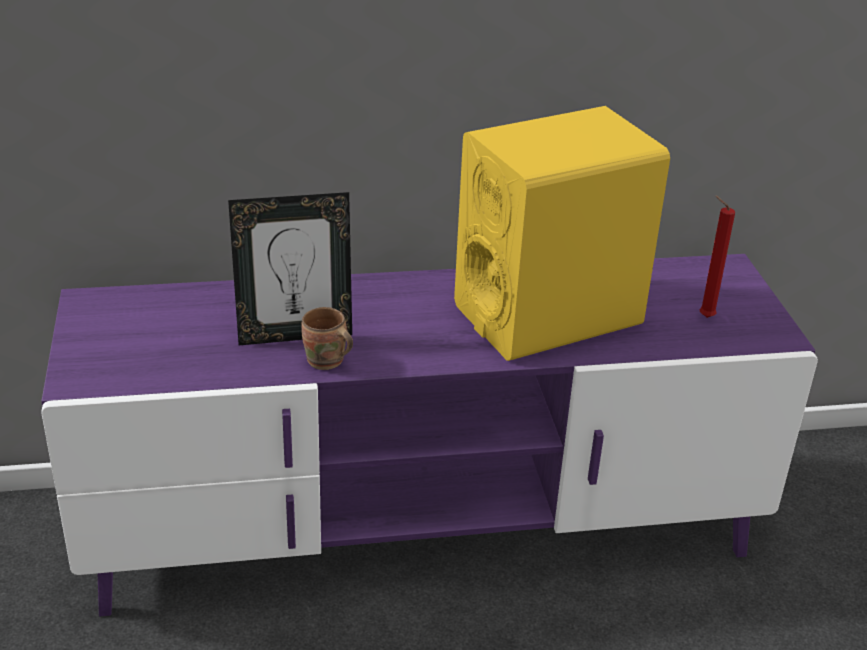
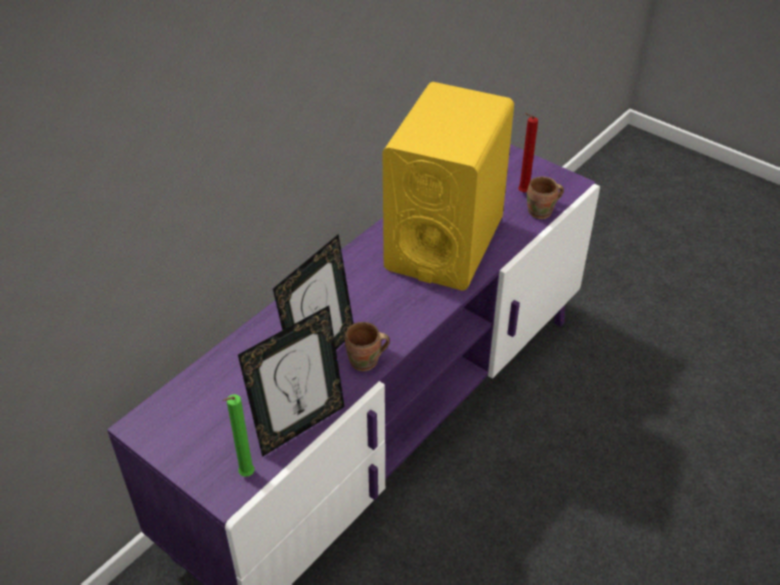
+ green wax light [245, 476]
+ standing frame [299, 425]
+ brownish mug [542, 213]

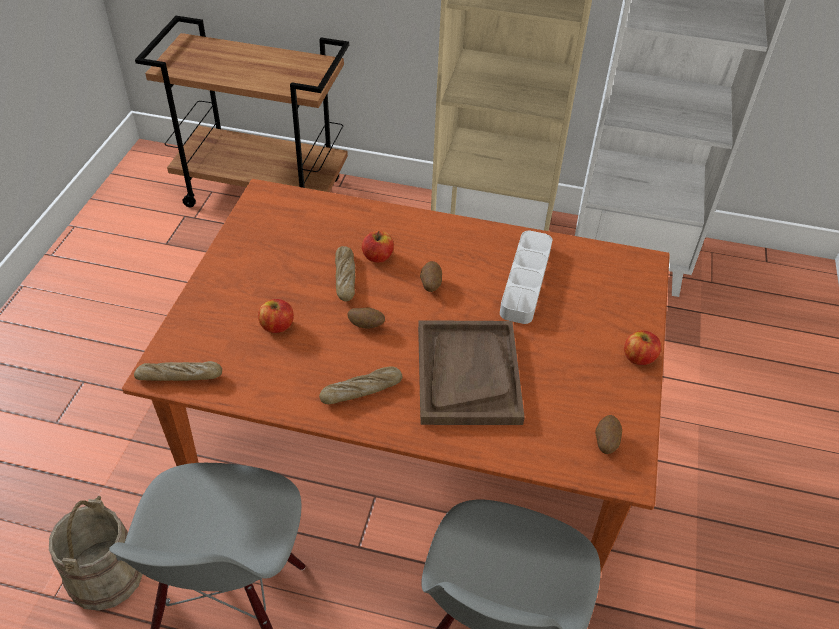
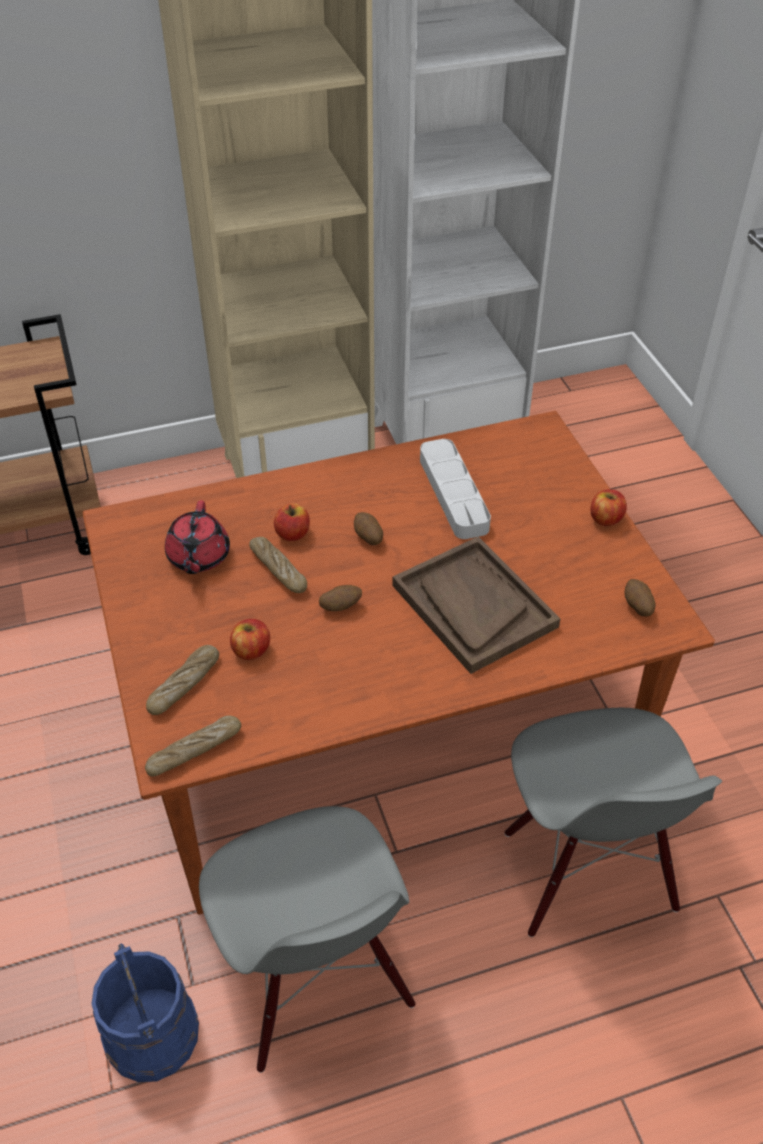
+ reddish pot for tea [198, 557]
~ bread [361, 390] to [184, 684]
~ sand-coloured pail [104, 574] to blue-coloured pail [151, 1034]

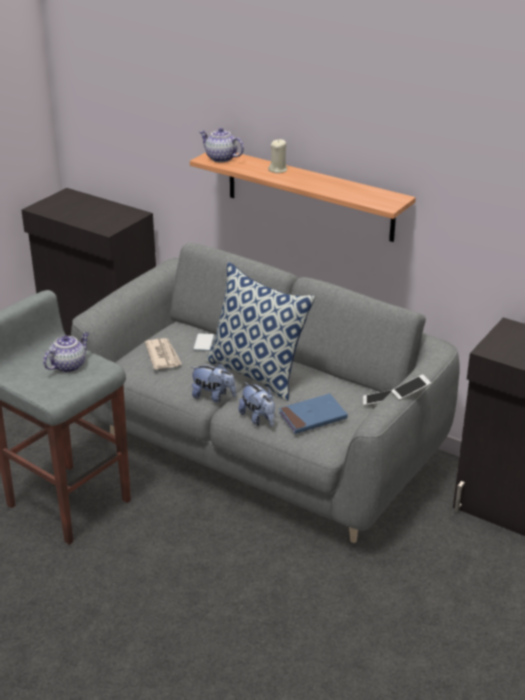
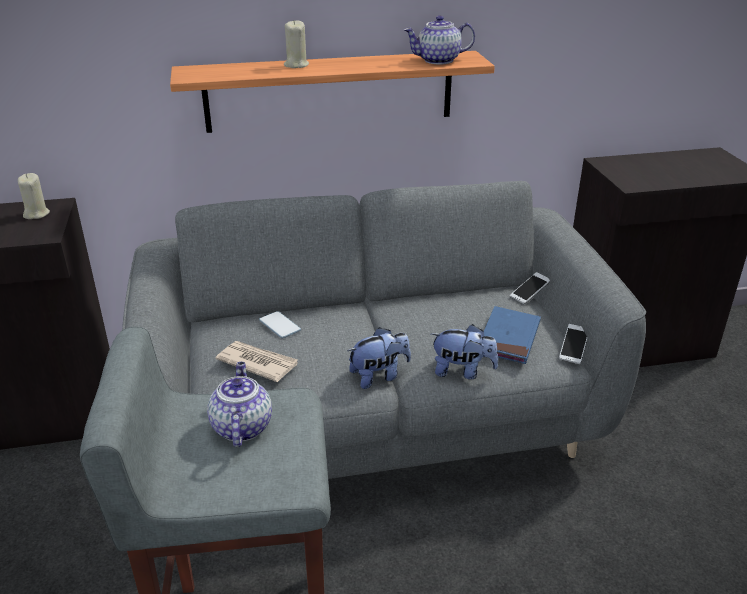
- throw pillow [257, 374]
+ sand-coloured wax light [36, 214]
~ pot for tea [221, 158] to [438, 60]
~ telephone [410, 392] to [573, 349]

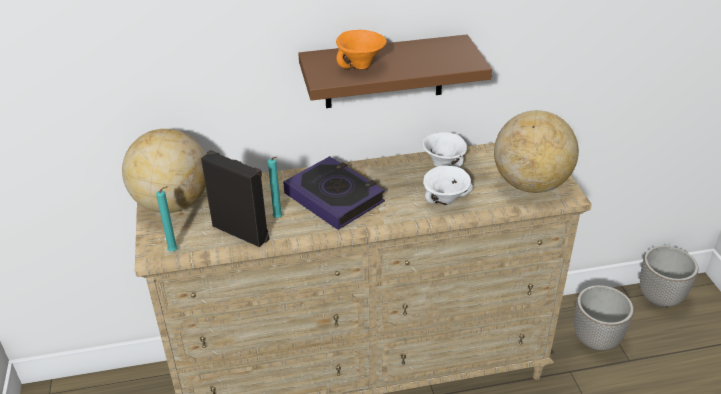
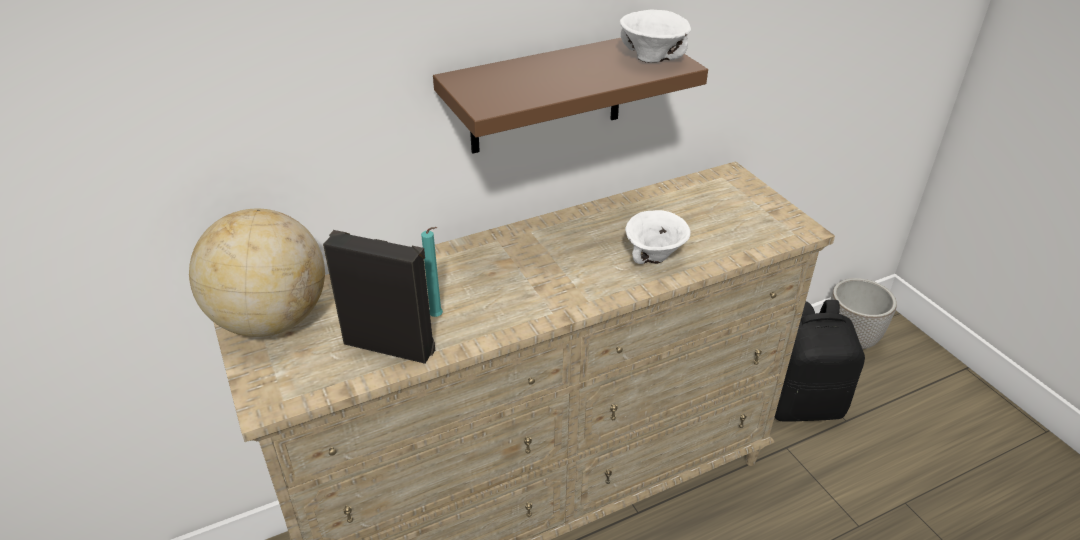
- blue-green wax light [174, 251]
- volume [334, 197]
- orange-coloured bowl [361, 66]
- globe [530, 184]
~ white-coloured bowl [442, 164] to [650, 59]
~ plant pot [596, 340] to black-coloured knapsack [801, 403]

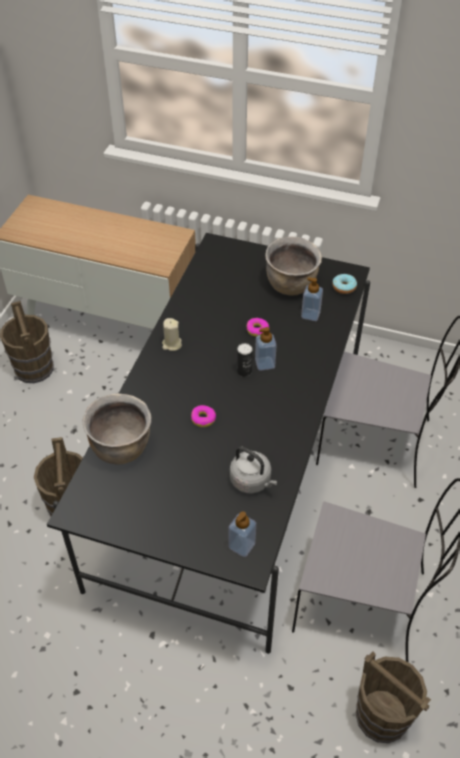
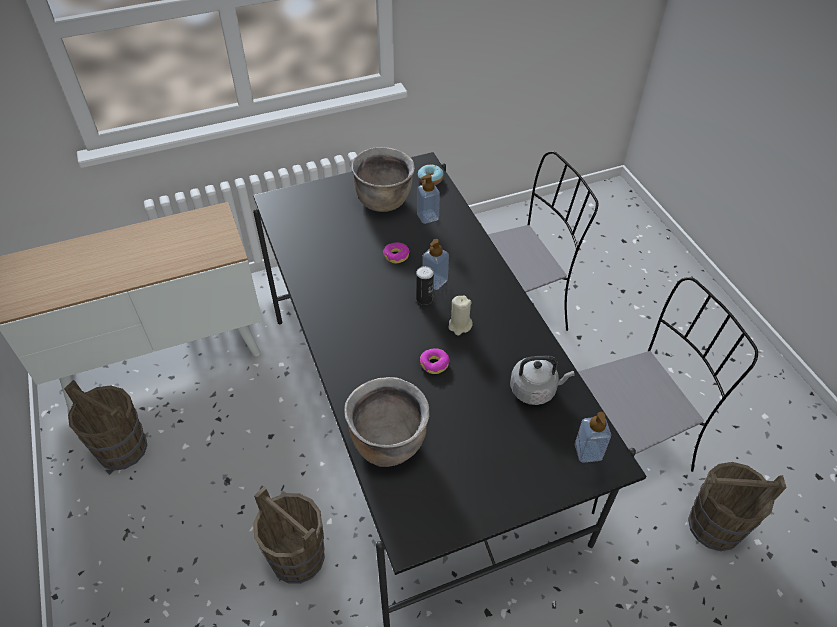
~ sand-coloured wax light [172, 344] to [459, 325]

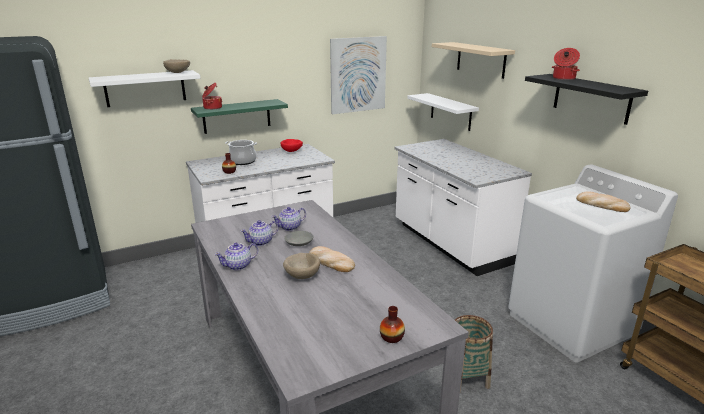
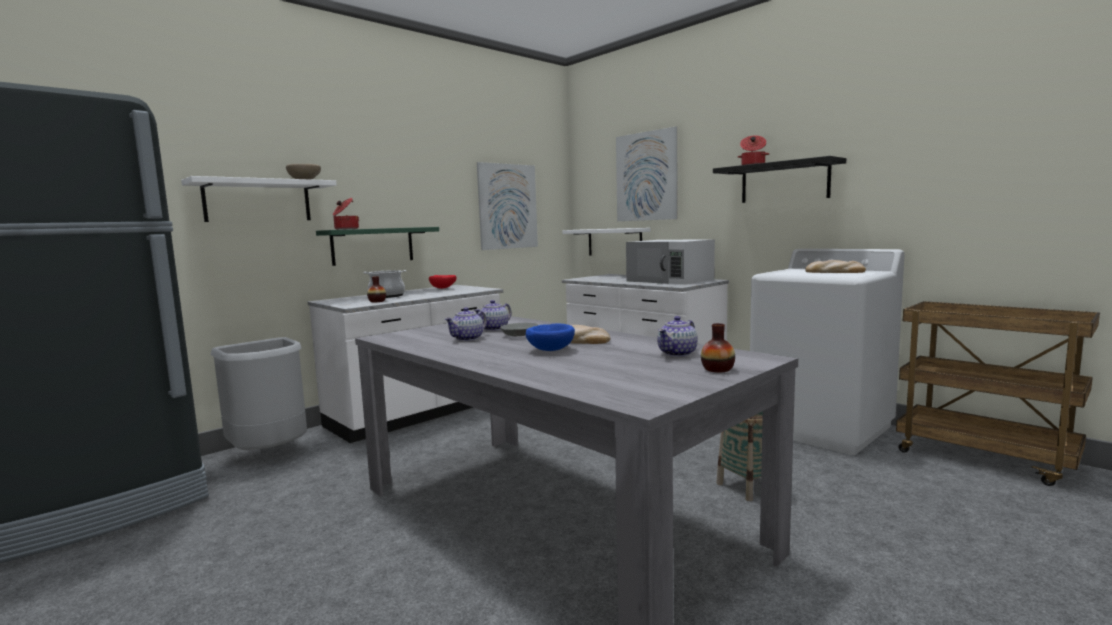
+ grey waste bin [270, 454]
+ white-coloured microwave [670, 280]
~ pot for tea [238, 266] to [678, 353]
~ sand-coloured shelf [481, 59] to wall picture [646, 176]
~ sand-coloured bowl [302, 275] to blue-coloured bowl [550, 350]

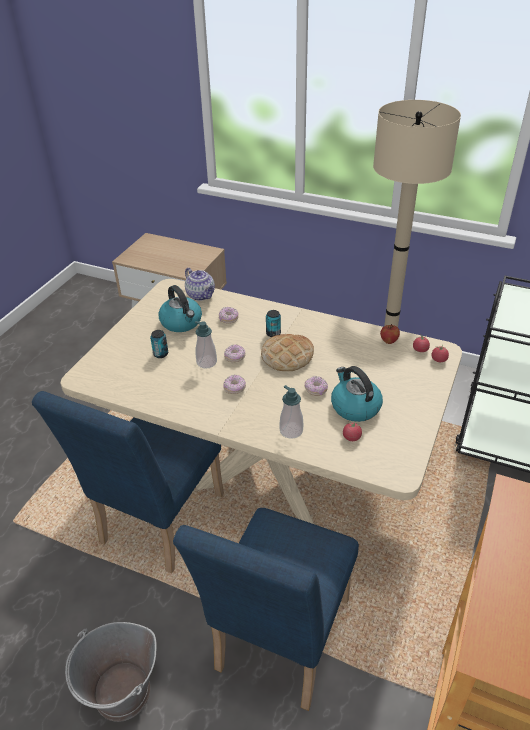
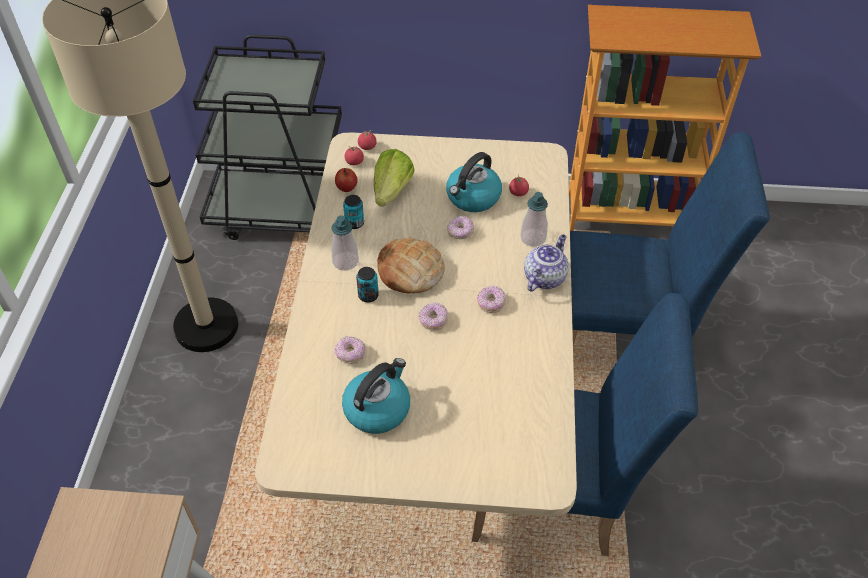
- grey pail [123, 693]
+ lettuce [392, 191]
~ metal can [160, 354] to [354, 223]
~ pot for tea [201, 295] to [544, 277]
~ soap dispenser [206, 362] to [345, 262]

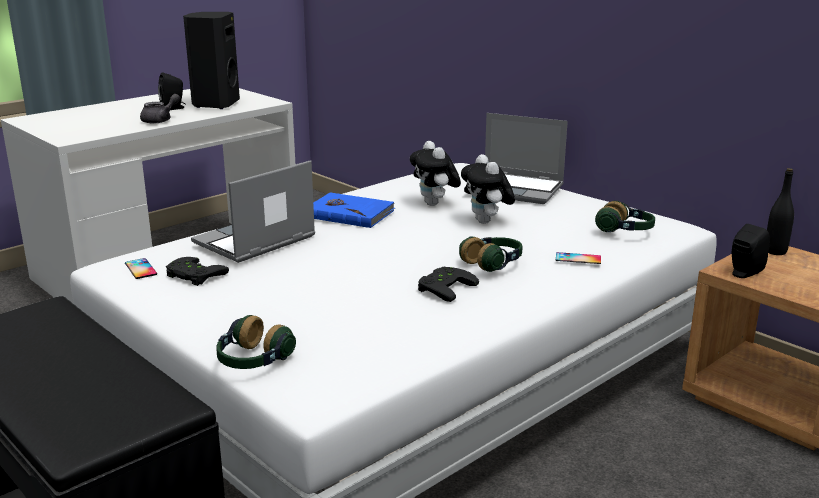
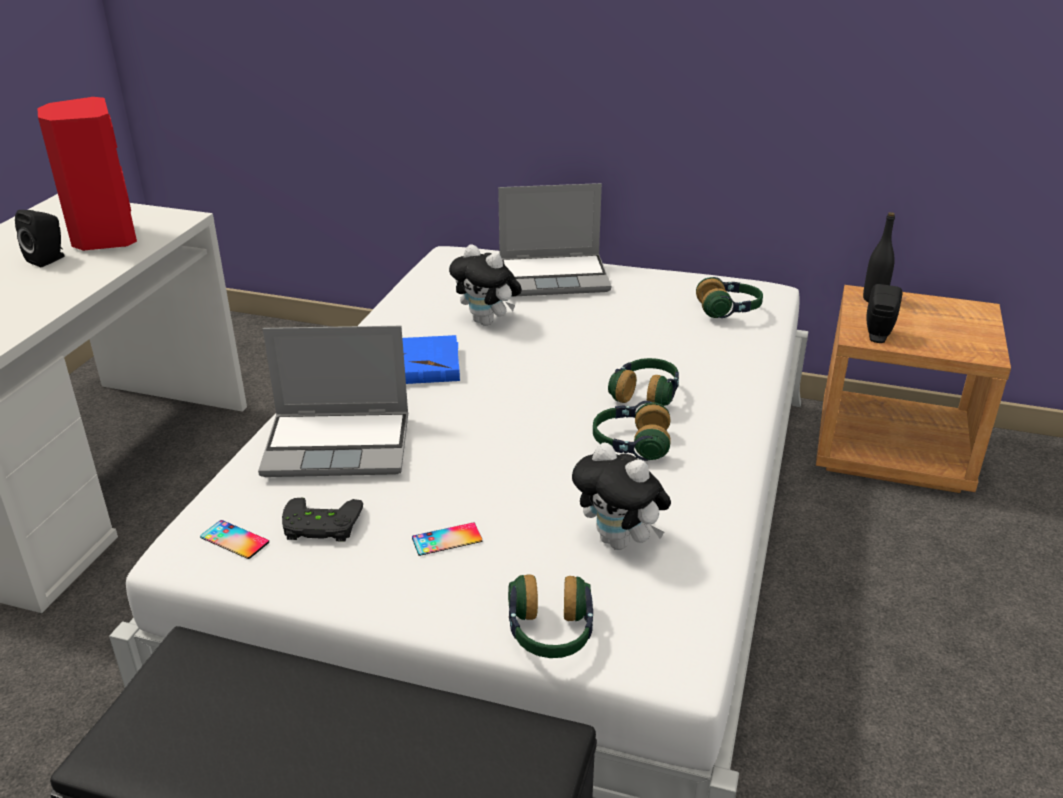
- grey pot for tea [160, 120]
~ plush toy [487, 222] to [620, 542]
~ telephone [578, 258] to [447, 539]
~ black-coloured game controller [443, 287] to headphones [630, 445]
~ black-coloured loudspeaker [215, 104] to reddish loudspeaker [103, 239]
~ notebook computer [254, 241] = [340, 445] 105 degrees counterclockwise

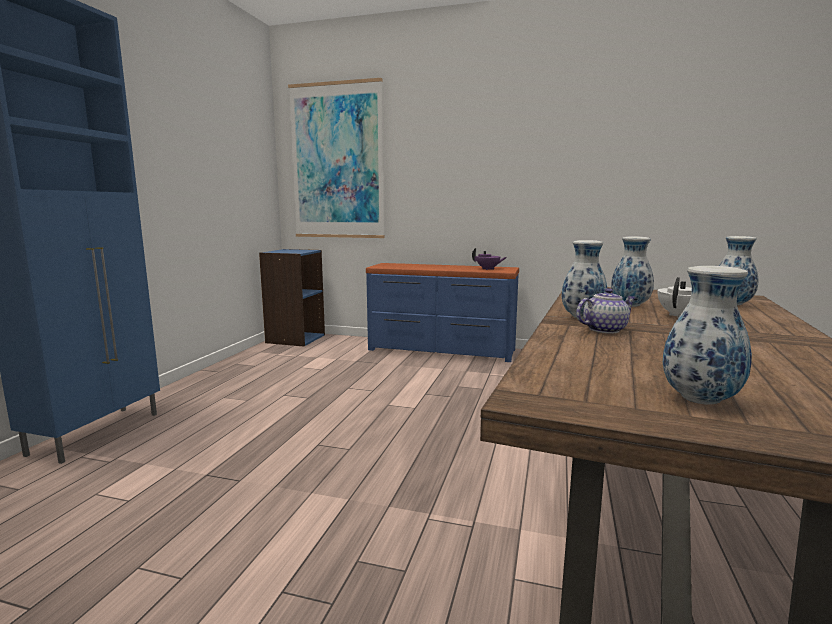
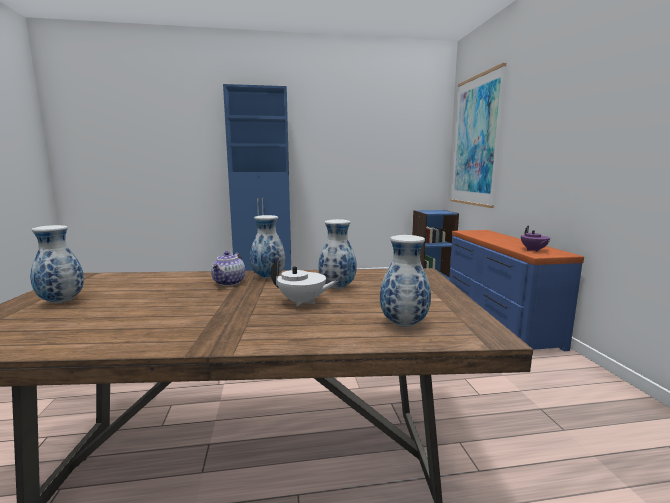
~ pot for tea [604, 329] = [229, 283] 60 degrees clockwise

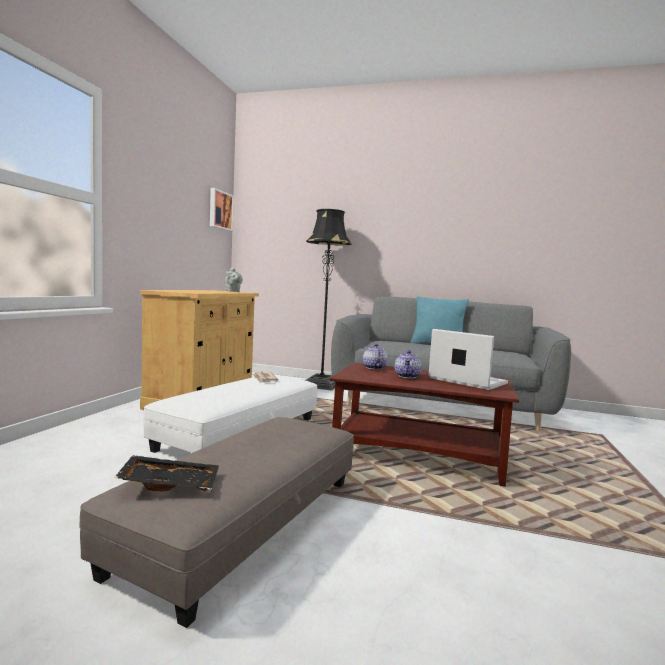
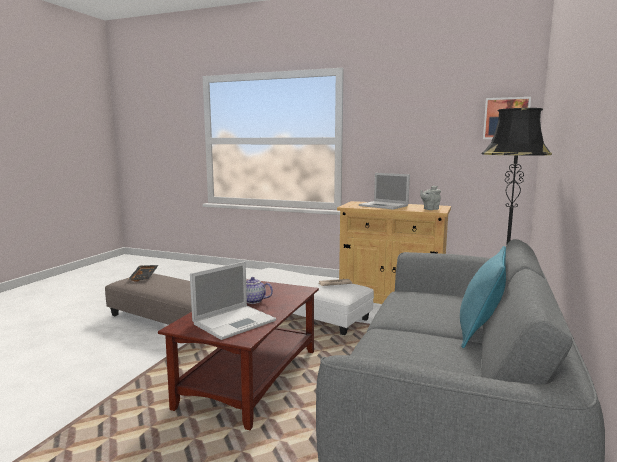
- pot for tea [373, 368]
+ notebook computer [384, 206]

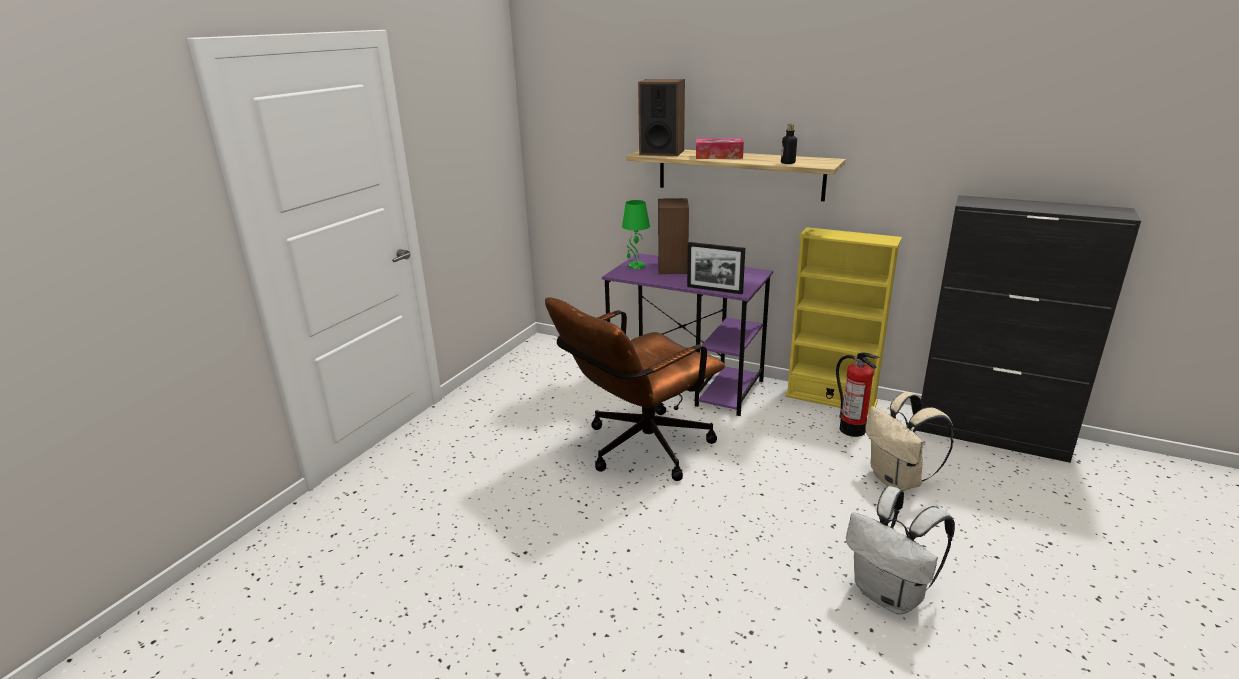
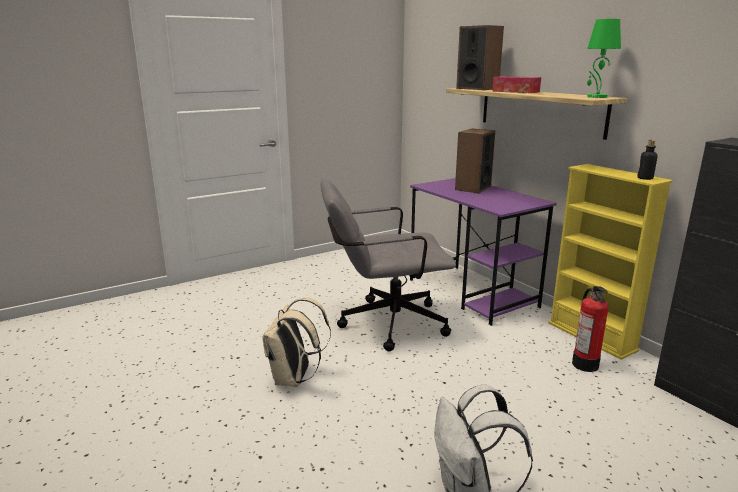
- standing frame [714, 290]
~ green lamp for a table [636, 266] to [596, 97]
~ drink bottle [788, 163] to [645, 178]
~ sand-coloured knapsack [898, 481] to [294, 379]
~ brownish desk chair [638, 450] to grey desk chair [384, 323]

